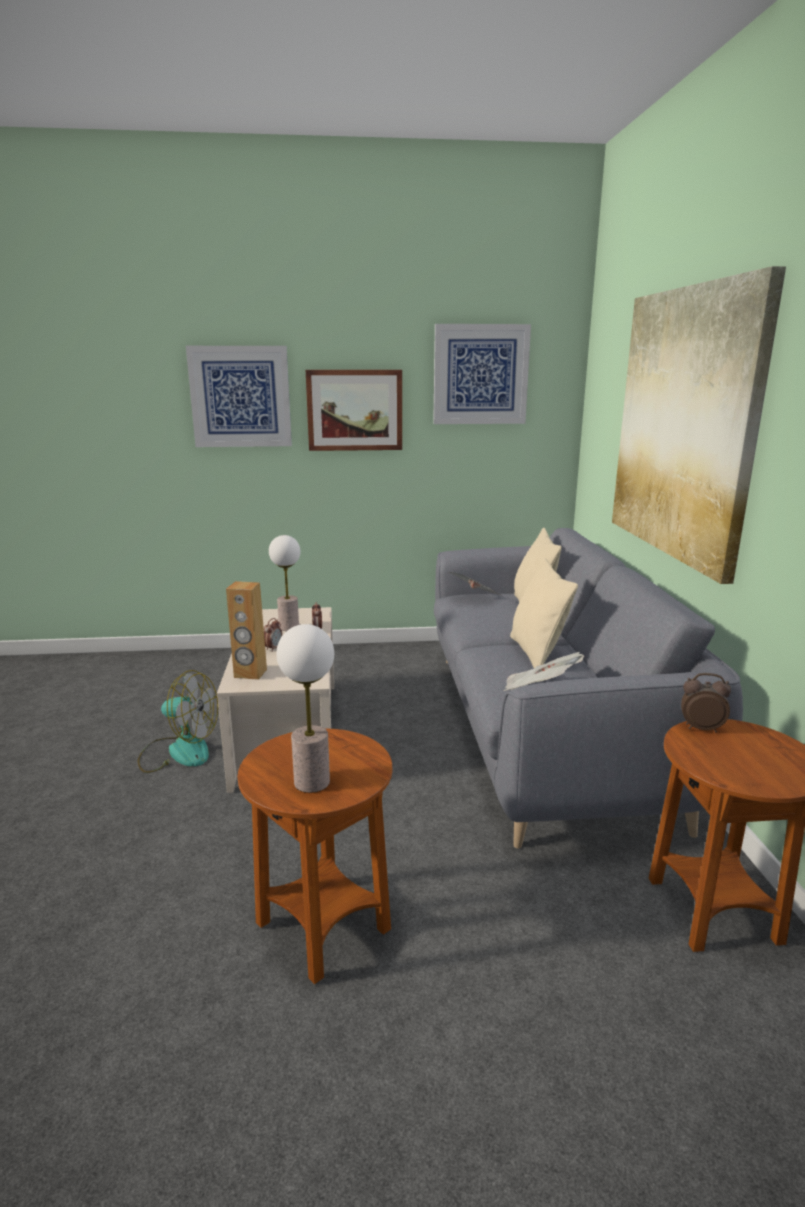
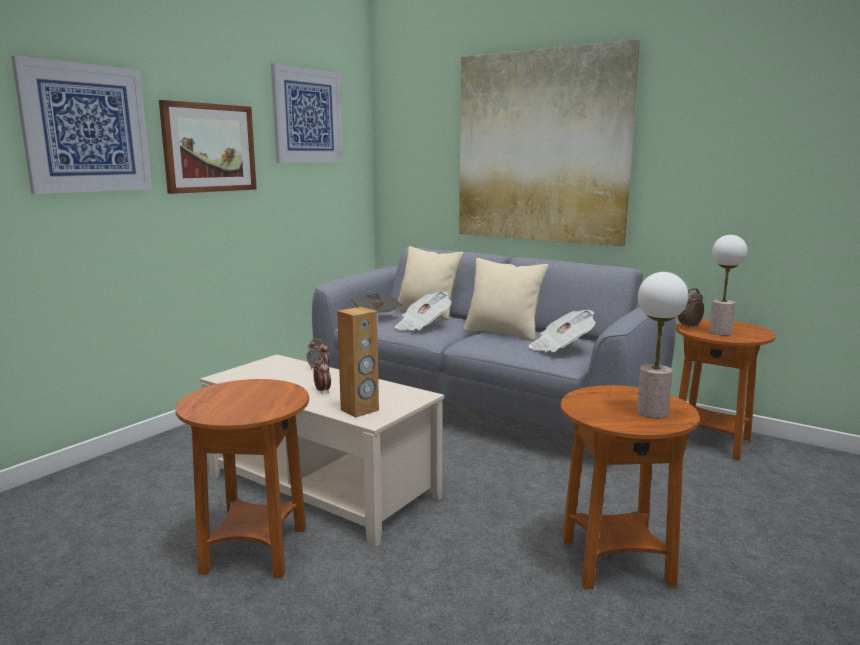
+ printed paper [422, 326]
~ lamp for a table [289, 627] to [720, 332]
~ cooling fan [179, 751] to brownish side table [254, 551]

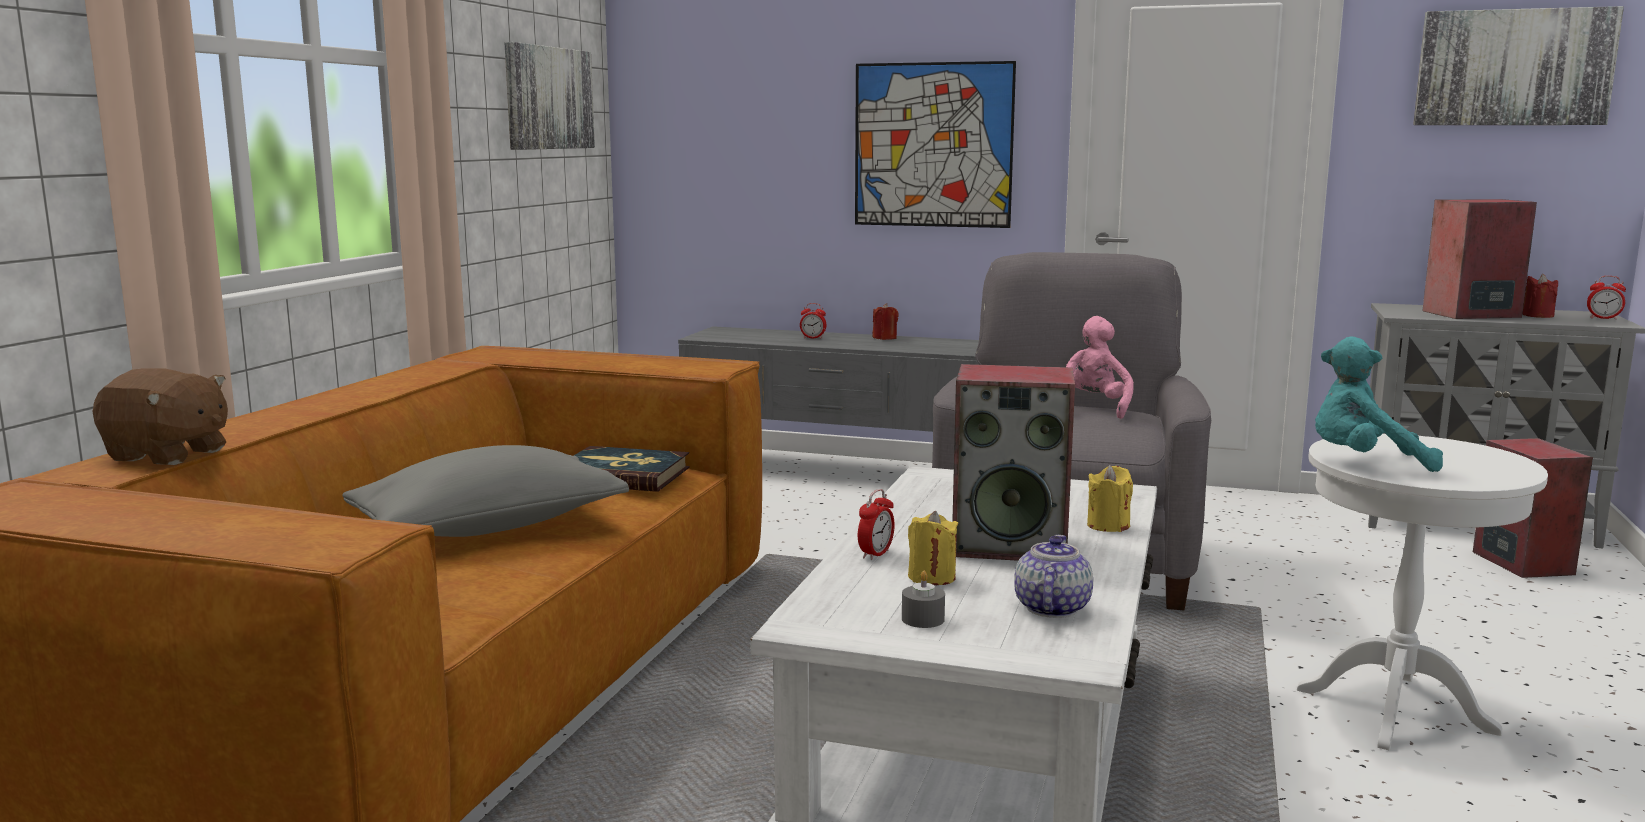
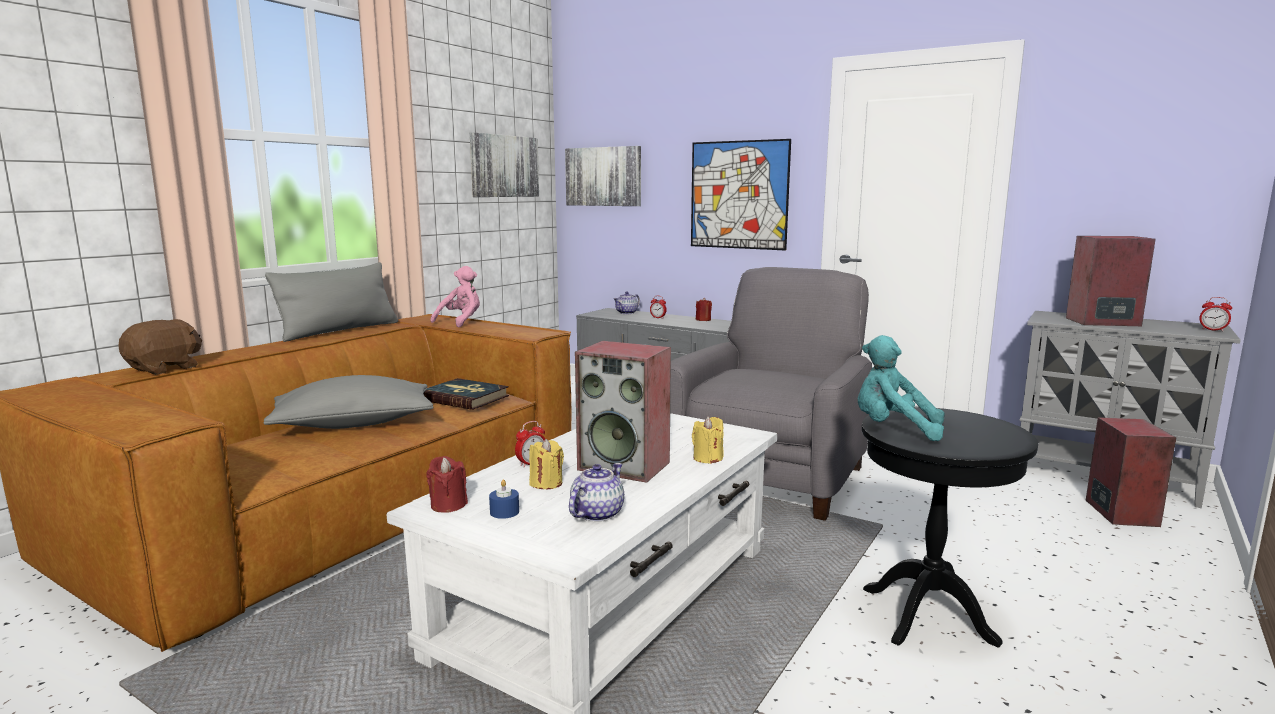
+ grey throw pillow [339, 330]
+ pot for tea [627, 313]
~ pinkish plush toy [1090, 408] to [461, 322]
~ wall picture [1513, 68] to [603, 176]
~ reddish wax light [1537, 315] to [448, 505]
~ grey wax light [923, 619] to blue-coloured wax light [504, 512]
~ white-coloured side table [1396, 710] to black-coloured side table [928, 615]
~ brownish plush toy [168, 455] = [165, 369] 90 degrees counterclockwise

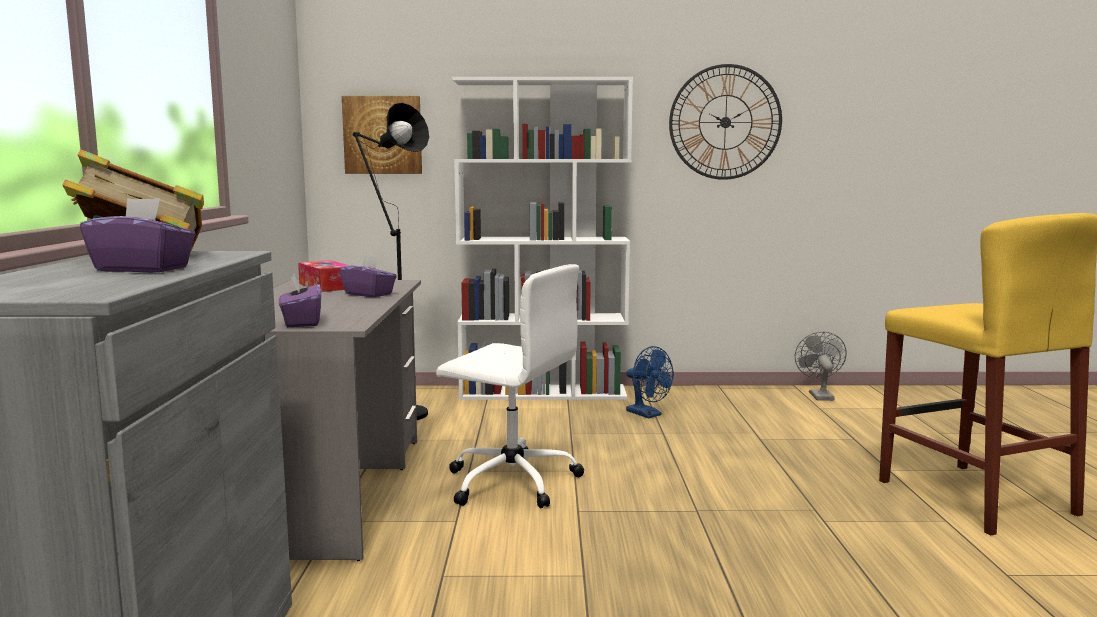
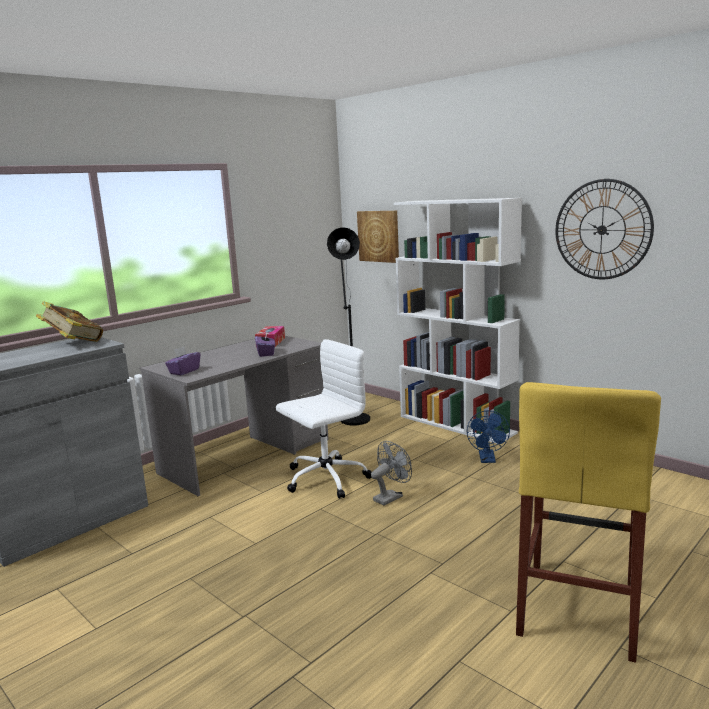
- purple box of tissues [143, 269]
~ grey cooling fan [819, 395] to [391, 497]
~ white-coloured desk chair [510, 481] = [325, 479] 105 degrees counterclockwise

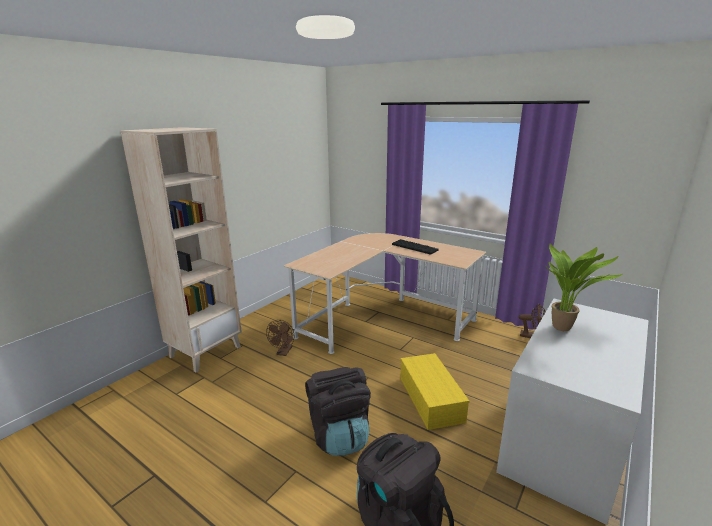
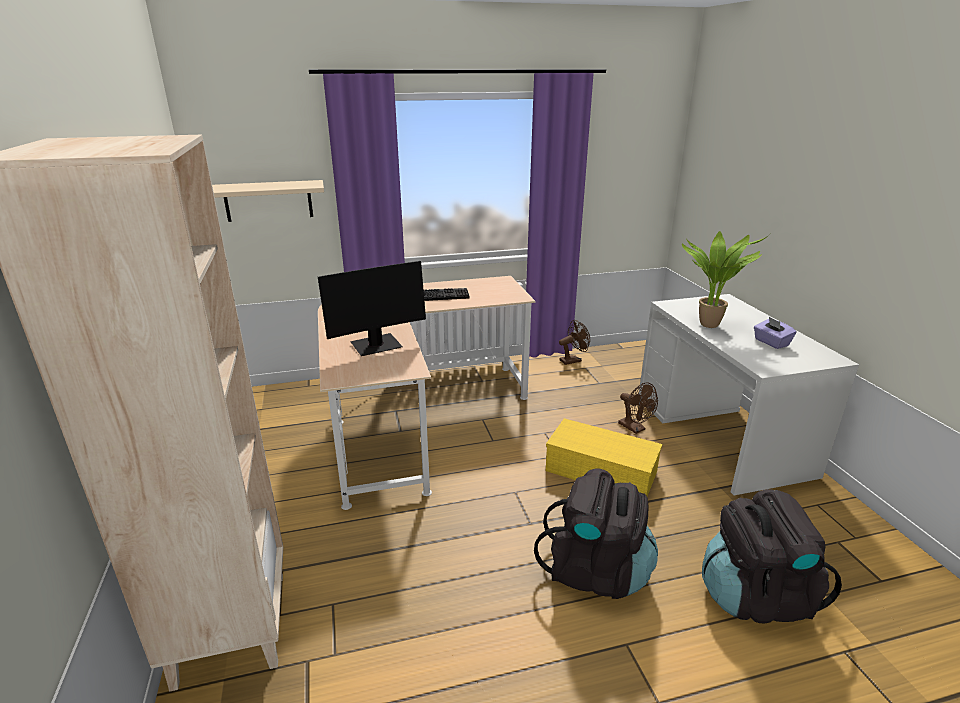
+ sand-coloured shelf [268, 200]
+ computer screen [376, 345]
+ purple box of tissues [771, 342]
~ brownish cooling fan [283, 352] to [635, 428]

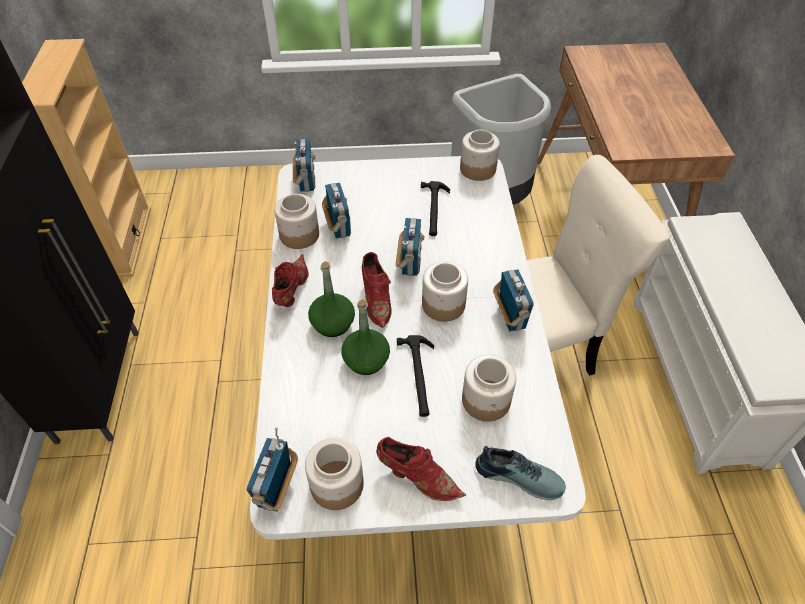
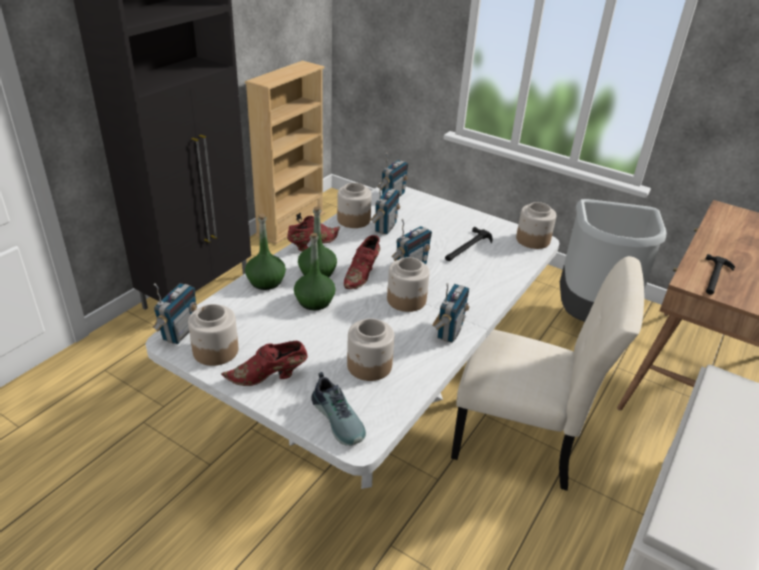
+ green drink bottle [266, 281]
~ tool hammer [419, 376] to [715, 277]
~ radio [276, 489] = [179, 332] 150 degrees clockwise
~ reddish shoe [417, 477] = [269, 377] 105 degrees clockwise

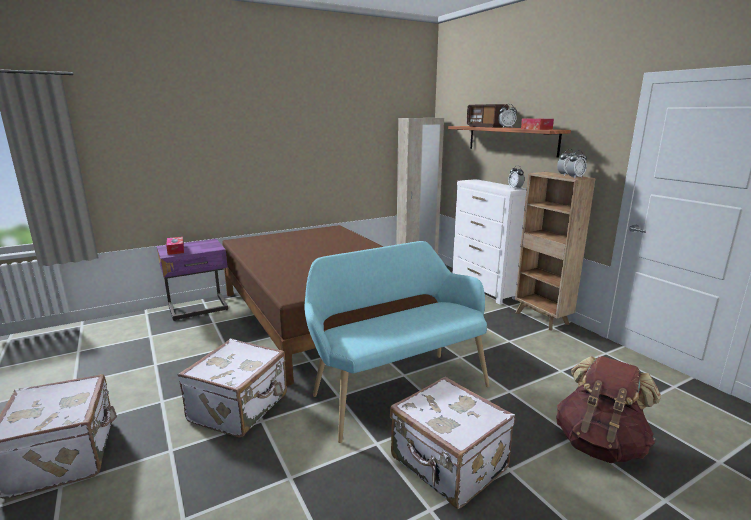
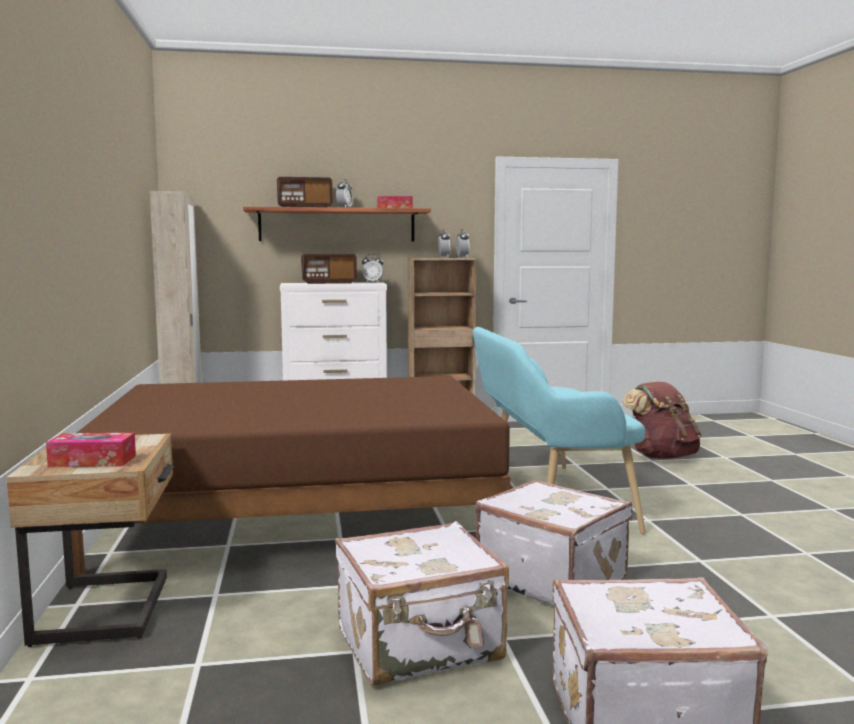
+ radio [329, 283]
~ white-coloured travel case [448, 465] to [420, 646]
~ purple night table [199, 308] to sand-coloured night table [108, 609]

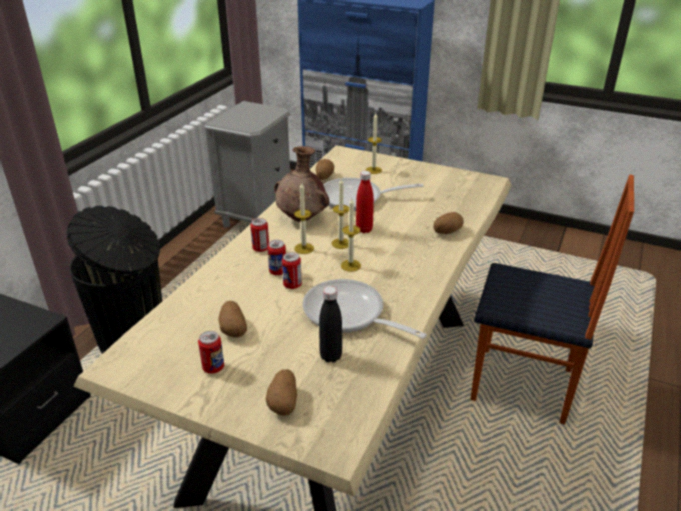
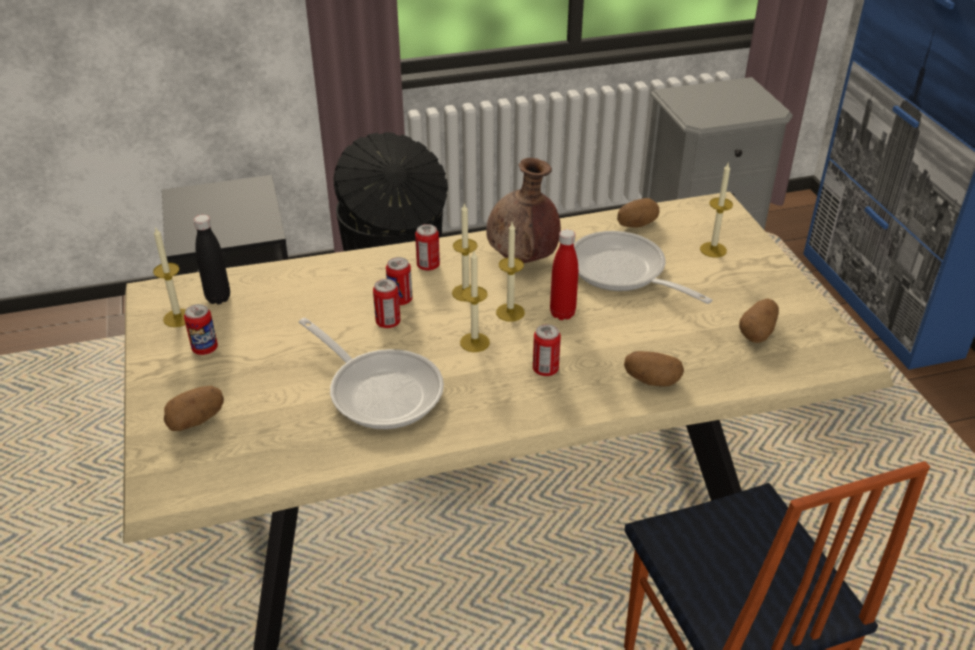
+ wax light [178, 318]
+ metal can [545, 369]
~ potato [233, 328] to [758, 332]
~ black-coloured drink bottle [330, 356] to [218, 298]
~ frying pan [349, 315] = [380, 390] 135 degrees clockwise

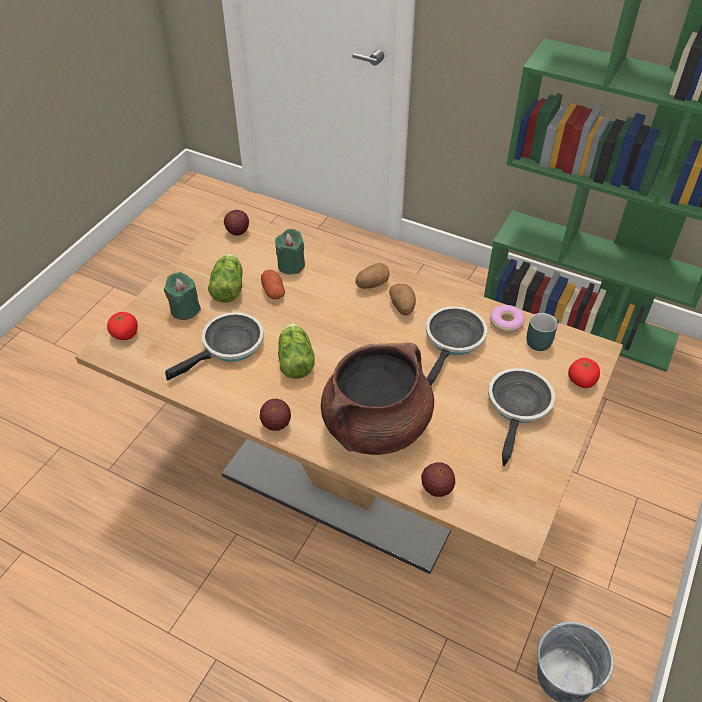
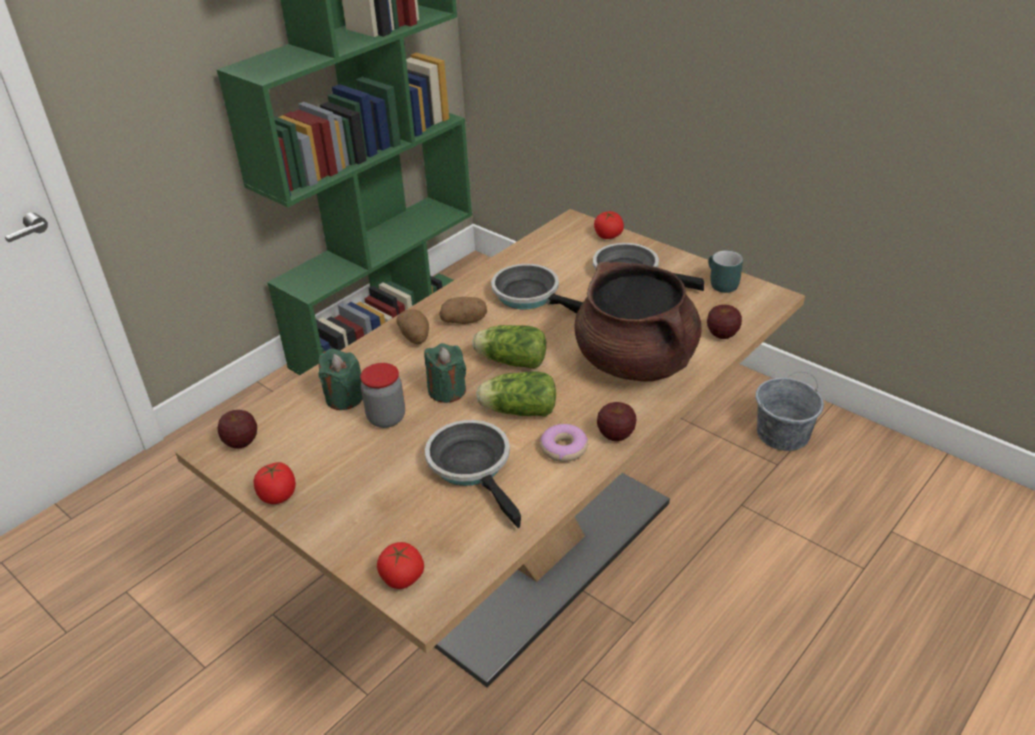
+ fresh tomato [278, 495]
~ green wax light [185, 309] to [447, 391]
~ lettuce [228, 286] to [509, 361]
~ doughnut [506, 322] to [564, 448]
~ blue-green mug [540, 339] to [719, 284]
~ potato [273, 291] to storage jar [386, 418]

